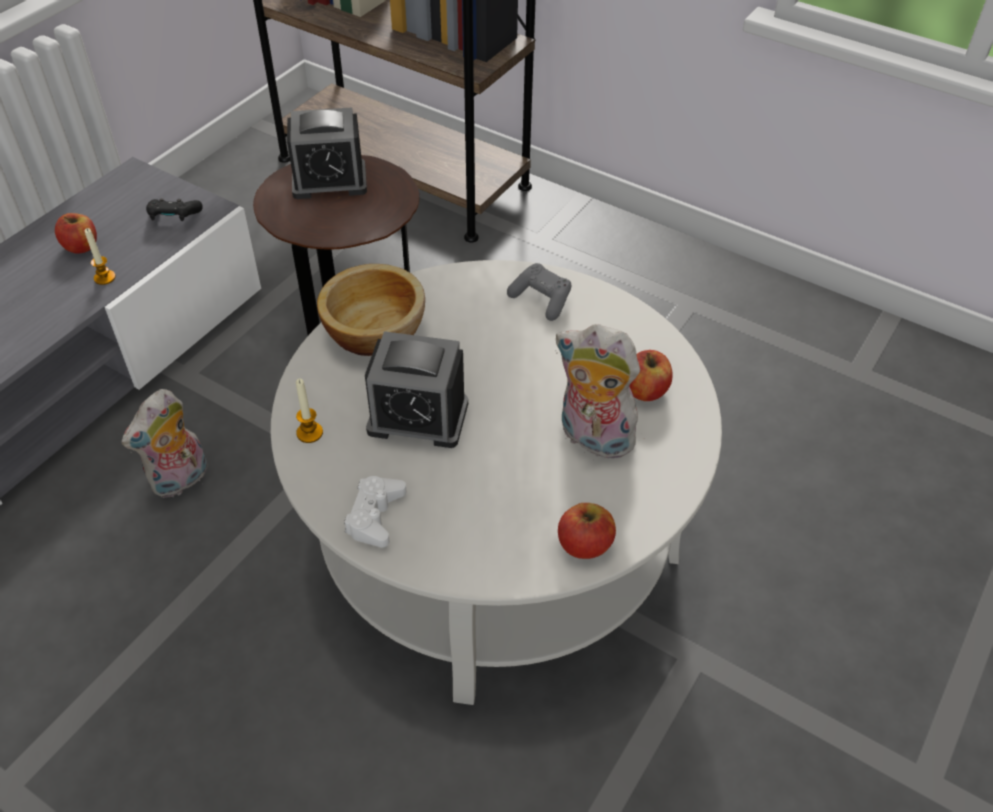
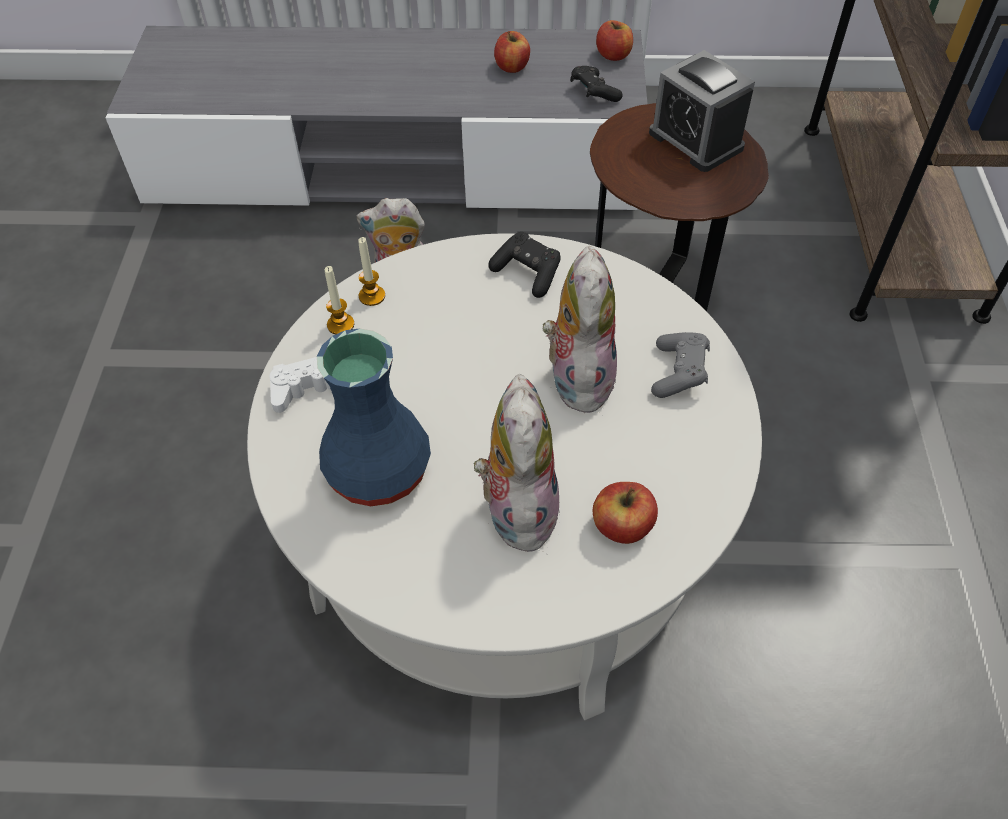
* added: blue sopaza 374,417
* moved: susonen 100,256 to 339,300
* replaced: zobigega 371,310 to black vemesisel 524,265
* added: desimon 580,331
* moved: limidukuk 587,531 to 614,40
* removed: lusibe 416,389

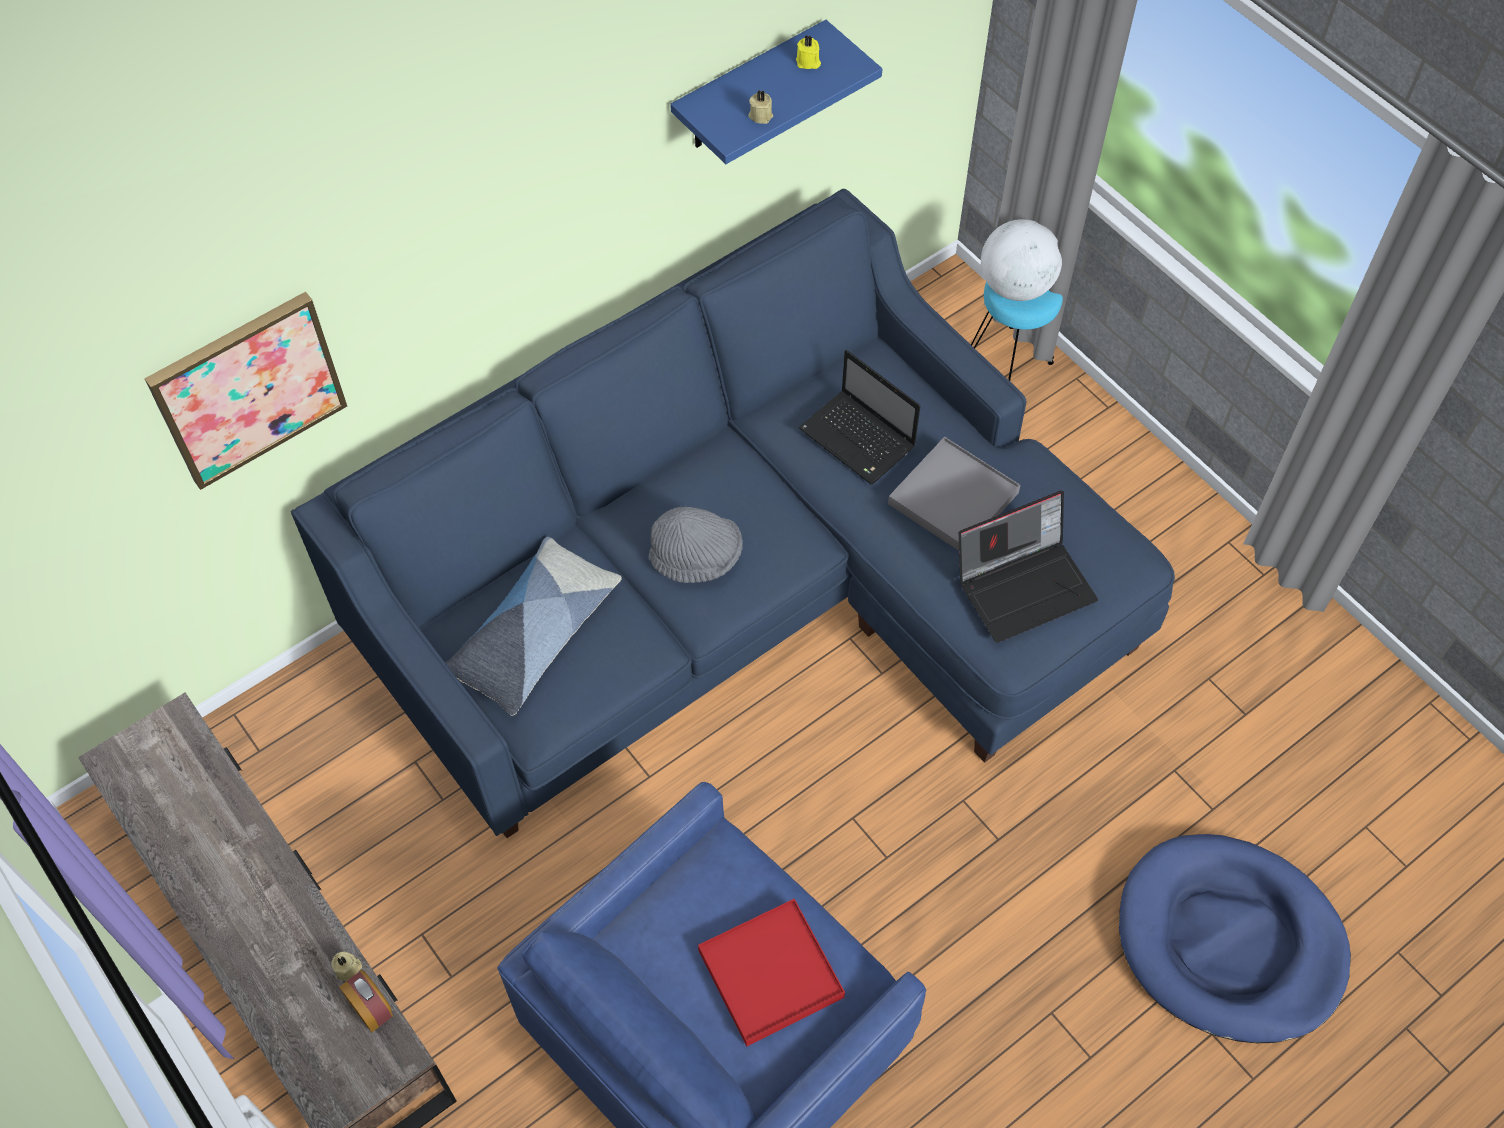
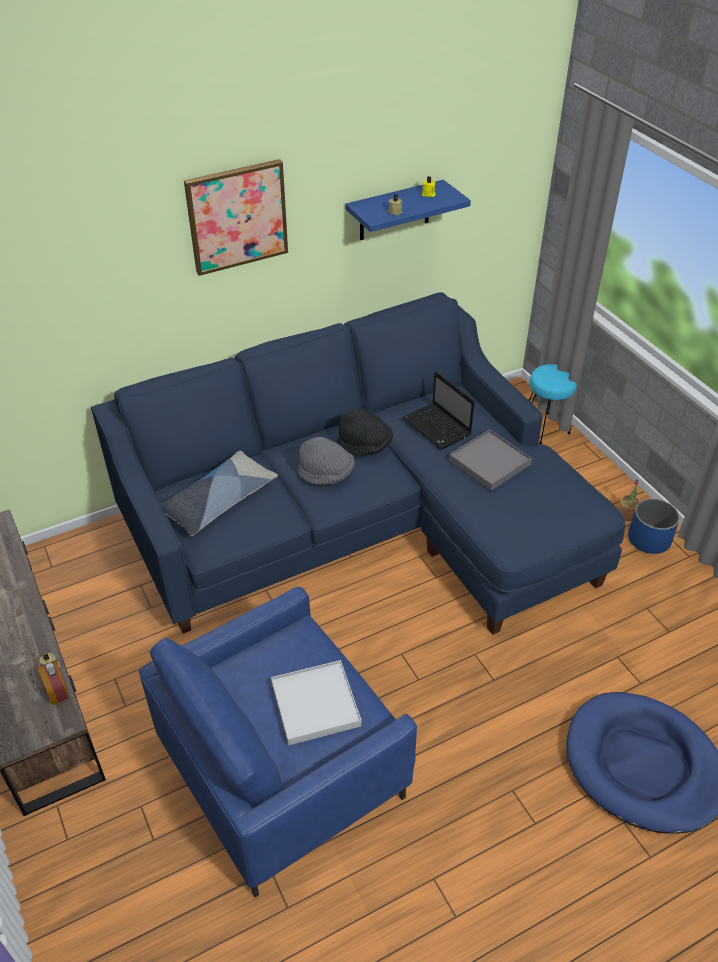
* moved: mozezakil 245,391 to 236,217
* recoloured: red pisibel 771,972 to white pisibel 316,702
* added: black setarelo 365,432
* added: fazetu 629,500
* added: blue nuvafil 654,526
* removed: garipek 1028,567
* removed: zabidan 1021,260

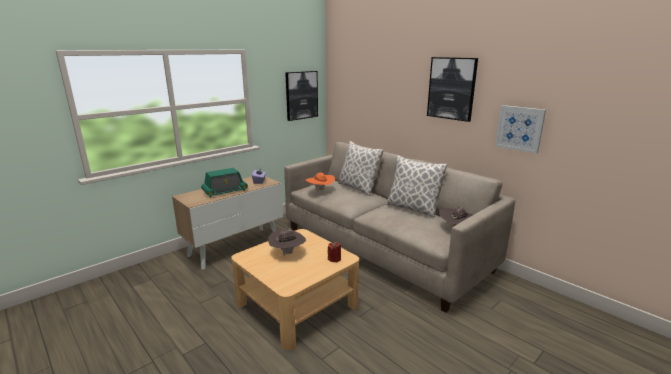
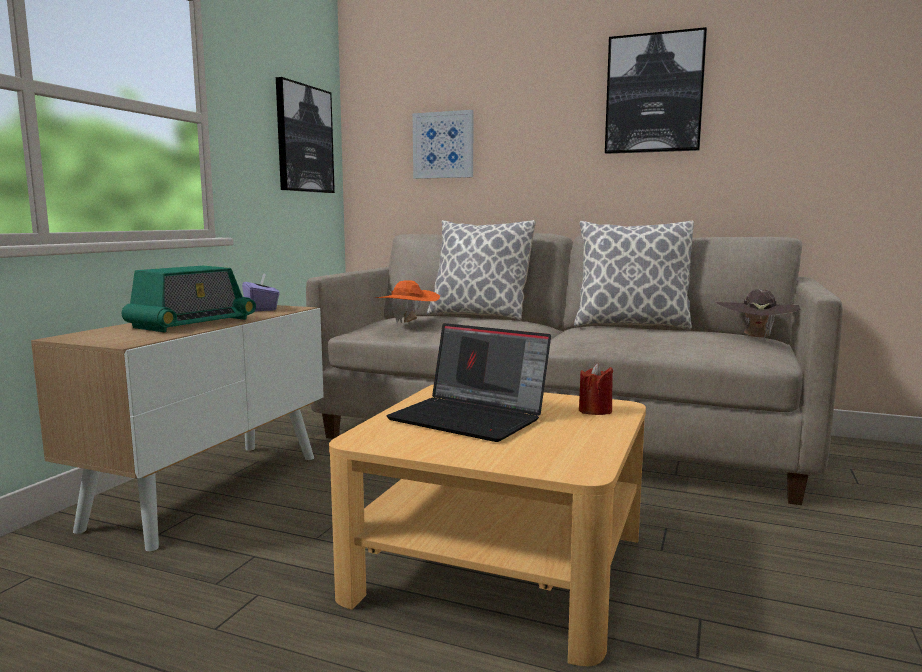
* replaced: brown setarelo 287,242 to garipek 469,382
* moved: mozezakil 520,129 to 443,144

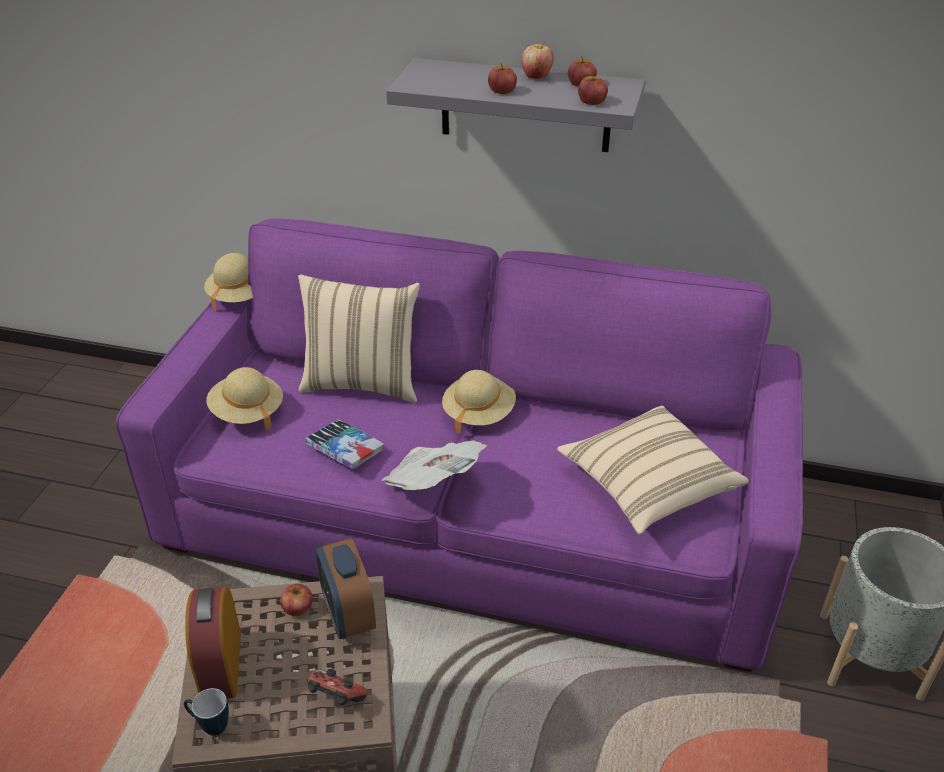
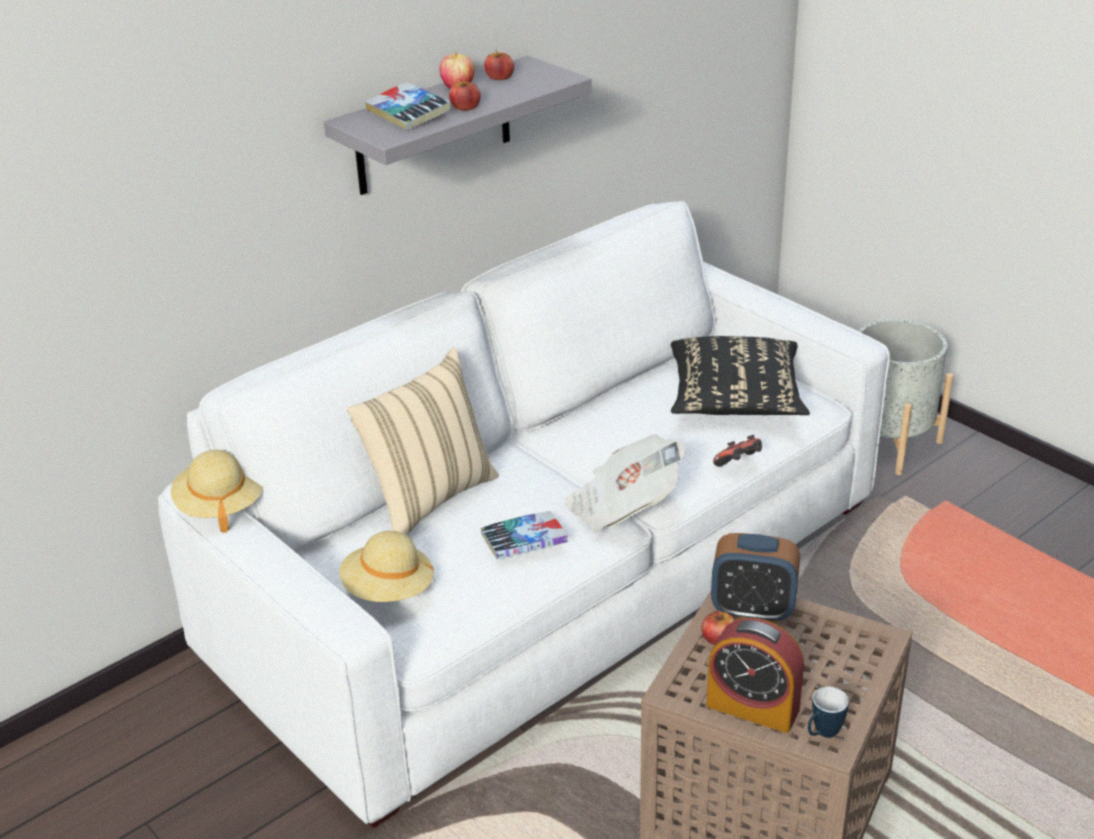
* recoloured: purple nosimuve 459,445 to white nosimuve 524,514
* added: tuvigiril 408,106
* recoloured: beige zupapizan 653,470 to black zupapizan 740,375
* moved: vemesisel 337,687 to 737,451
* removed: beige setarelo 479,402
* removed: limidukuk 593,89

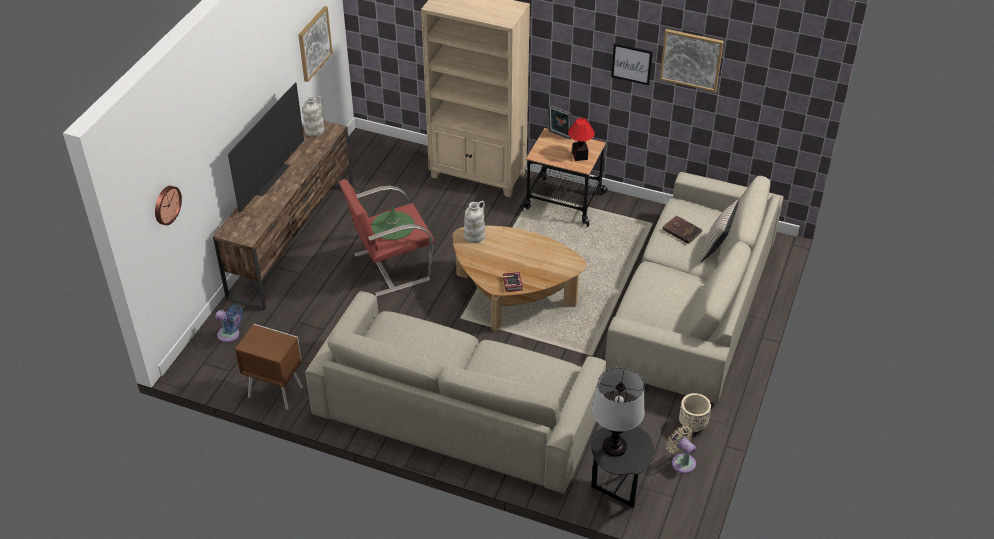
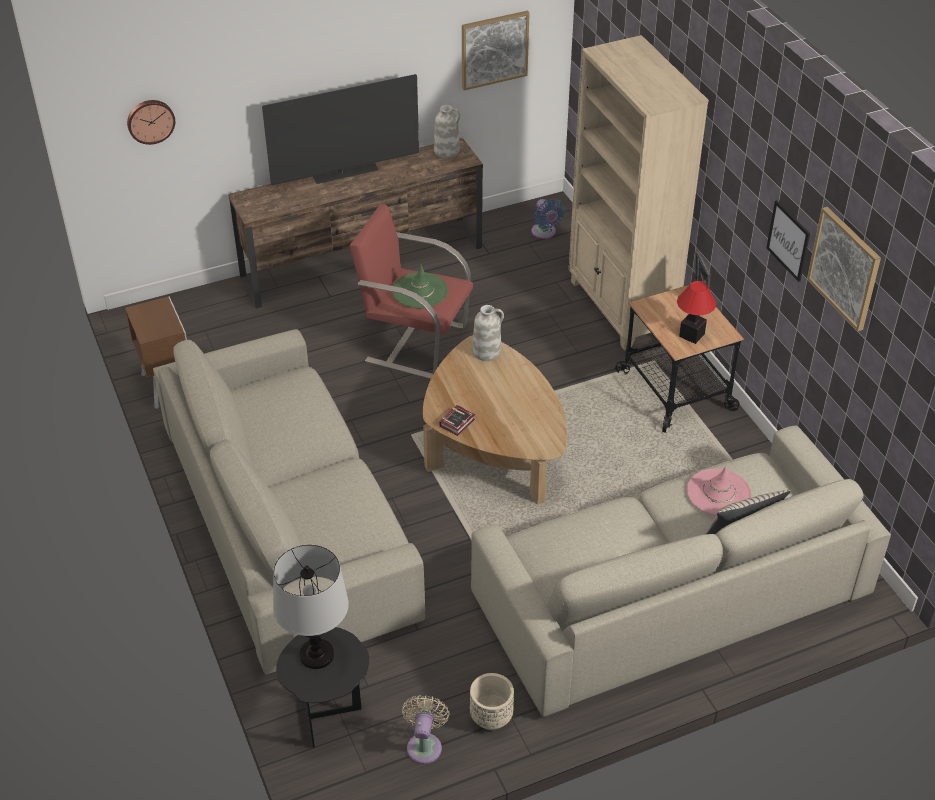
* moved: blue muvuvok 229,324 to 548,219
* replaced: brown tuvigiril 682,229 to pink setarelo 719,491

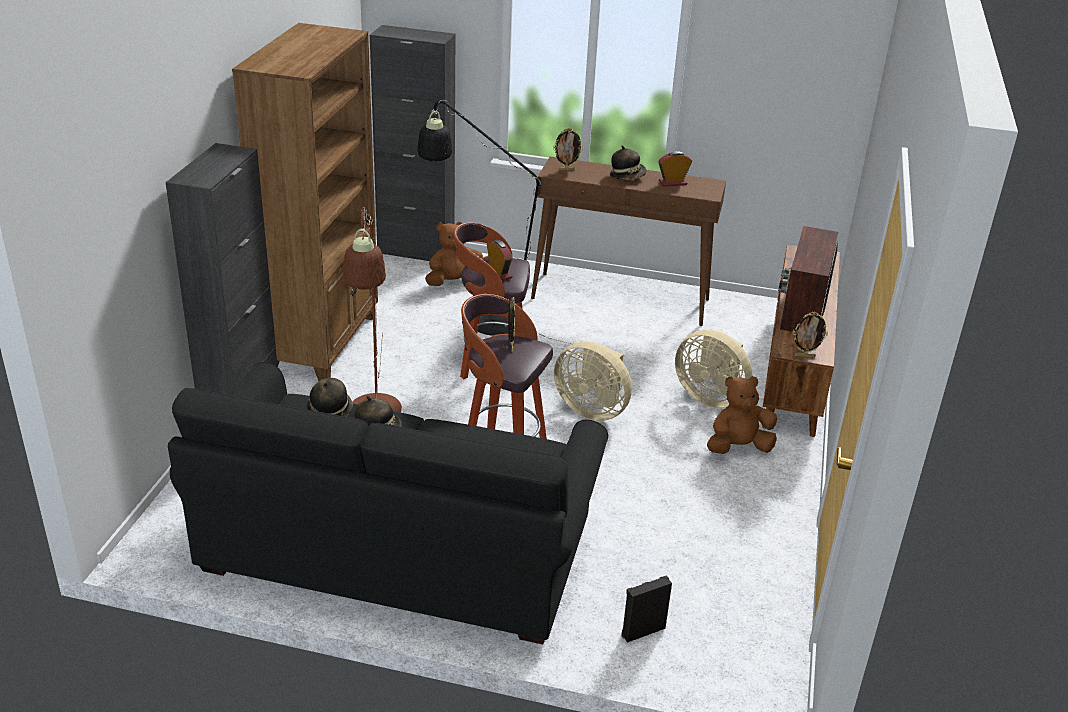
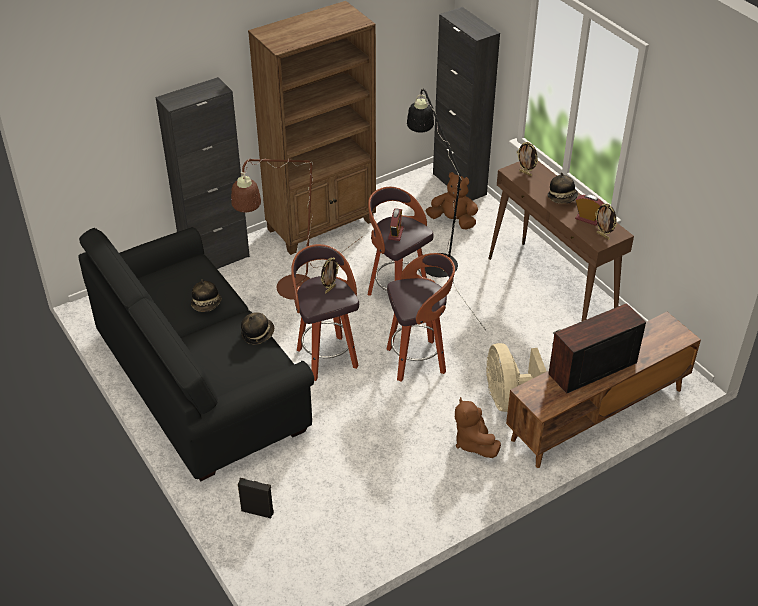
* moved: setarelo 330,397 to 257,328
* replaced: beige muvuvok 593,381 to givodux 420,317
* turned: brown desimon 742,415 = 478,427 135 degrees counterclockwise
* moved: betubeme 810,335 to 606,222

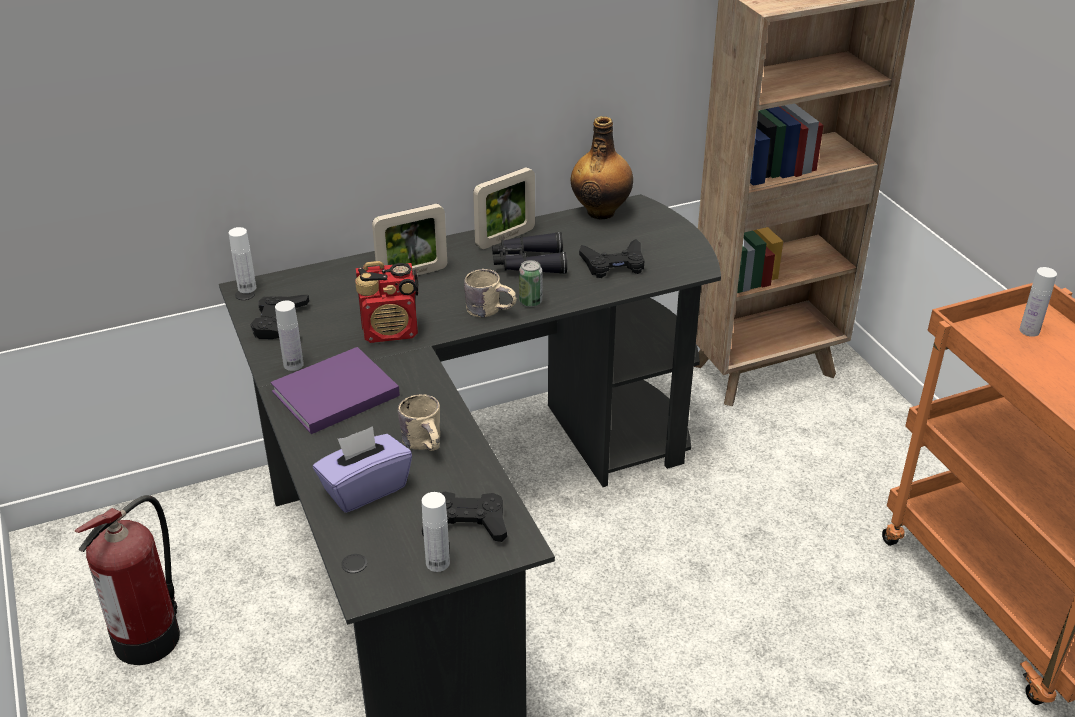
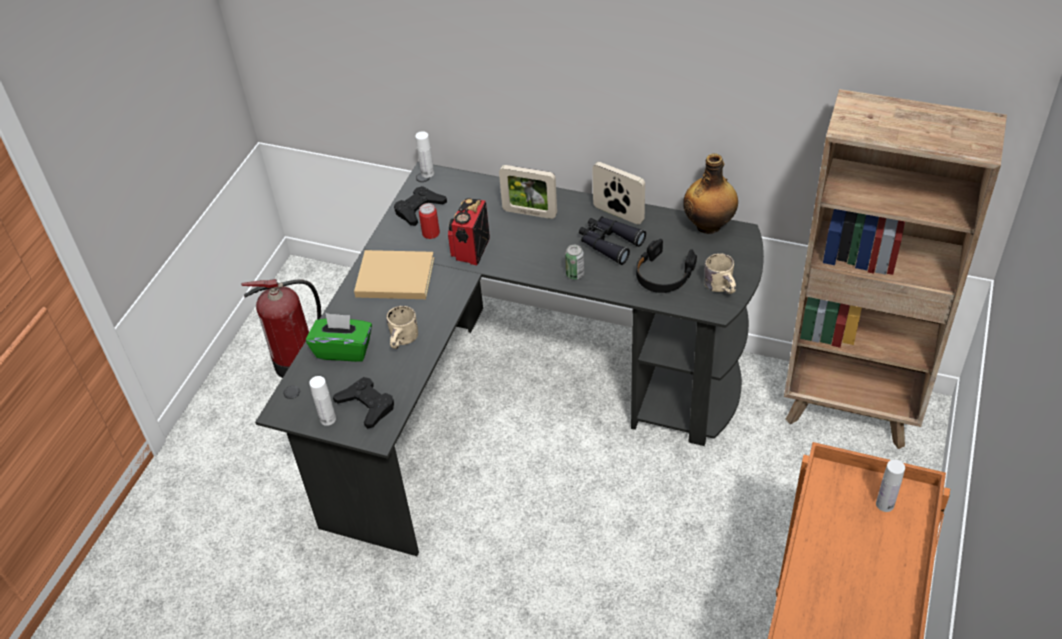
* recoloured: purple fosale 362,469 to green fosale 339,337
* recoloured: purple tuvigiril 335,390 to beige tuvigiril 394,274
* added: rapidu 429,221
* turned: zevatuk 386,302 = 469,231 75 degrees clockwise
* turned: betubeme 504,208 = 618,193 150 degrees counterclockwise
* replaced: black vemesisel 611,258 to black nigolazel 666,266
* moved: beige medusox 490,293 to 720,273
* removed: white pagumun 289,336

